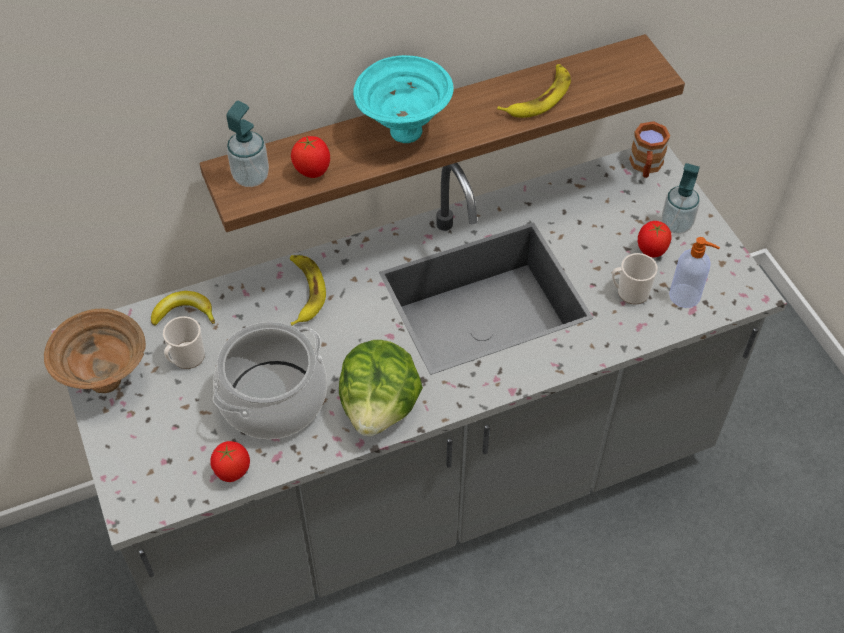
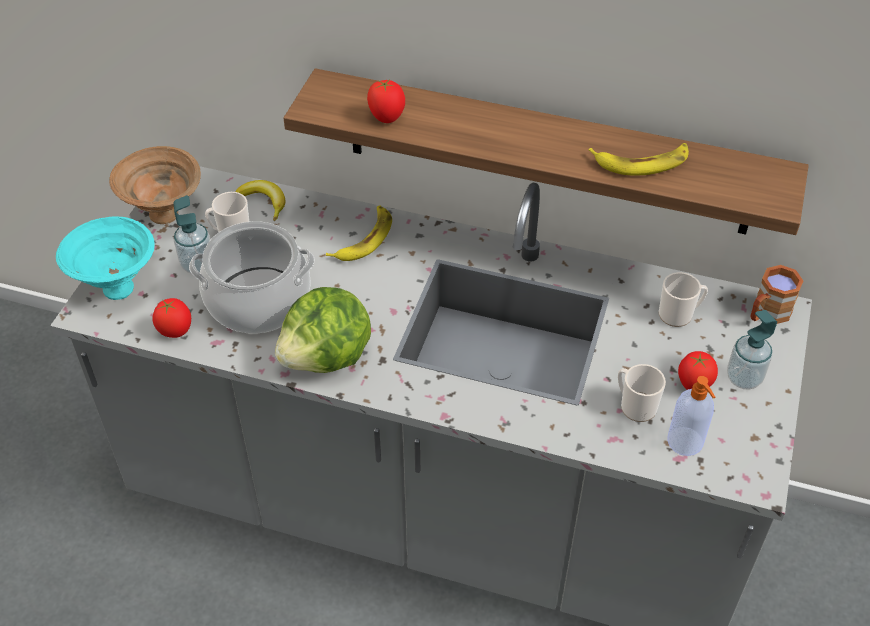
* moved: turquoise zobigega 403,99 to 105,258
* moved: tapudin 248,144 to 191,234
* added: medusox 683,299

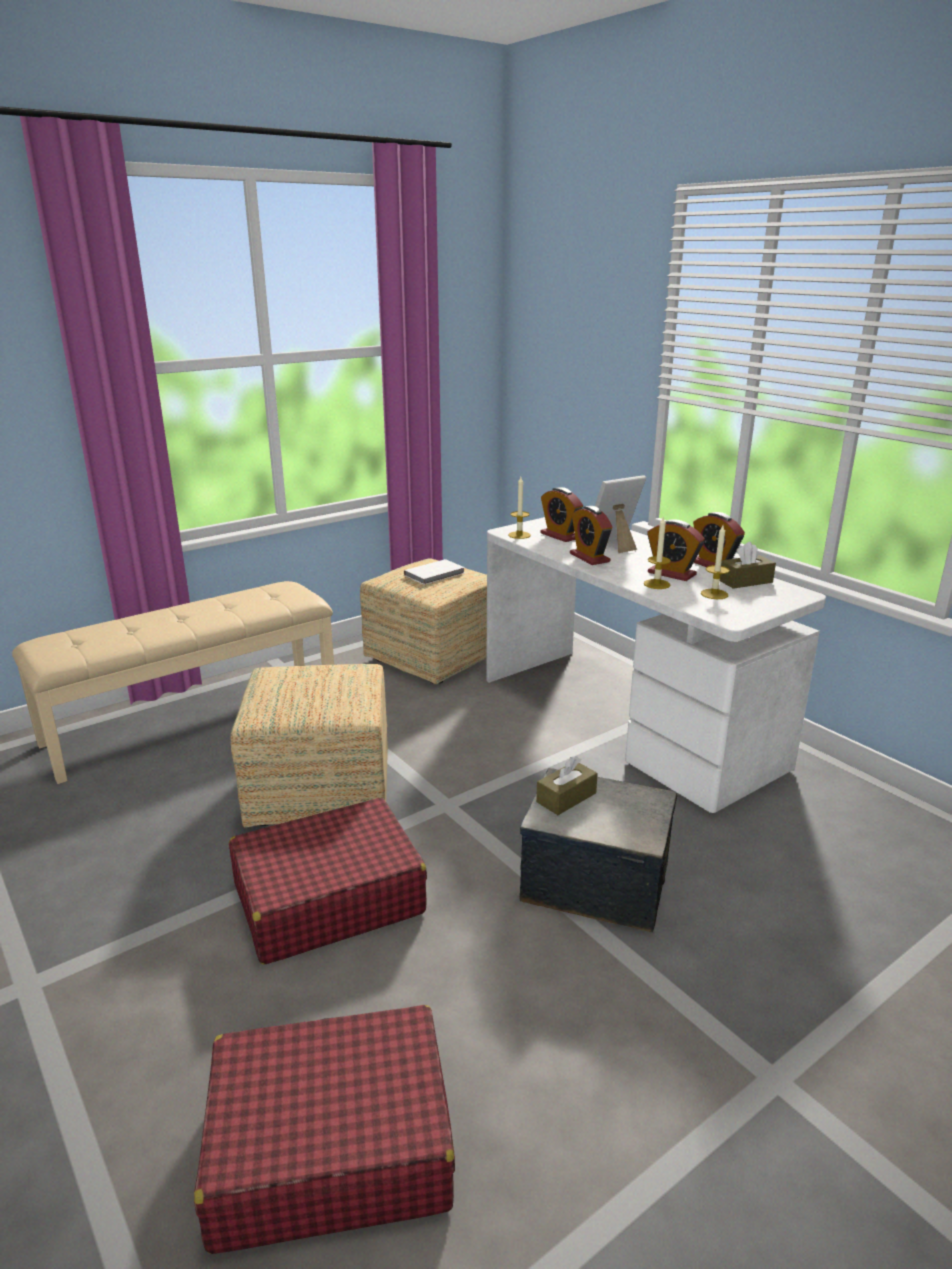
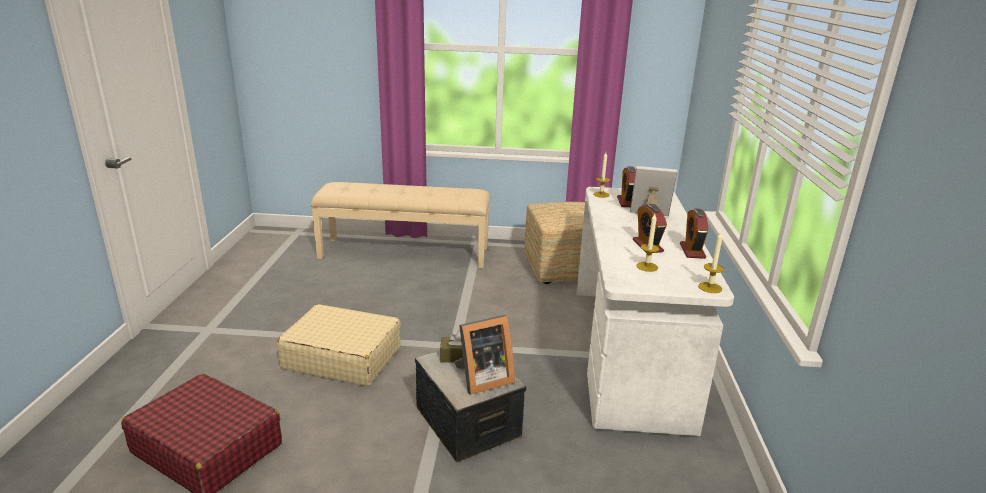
* recoloured: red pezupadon 328,881 to beige pezupadon 339,345
* added: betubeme 484,355
* moved: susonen 657,553 to 711,262
* removed: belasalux 309,745
* removed: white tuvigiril 434,572
* removed: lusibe 591,535
* removed: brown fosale 748,565

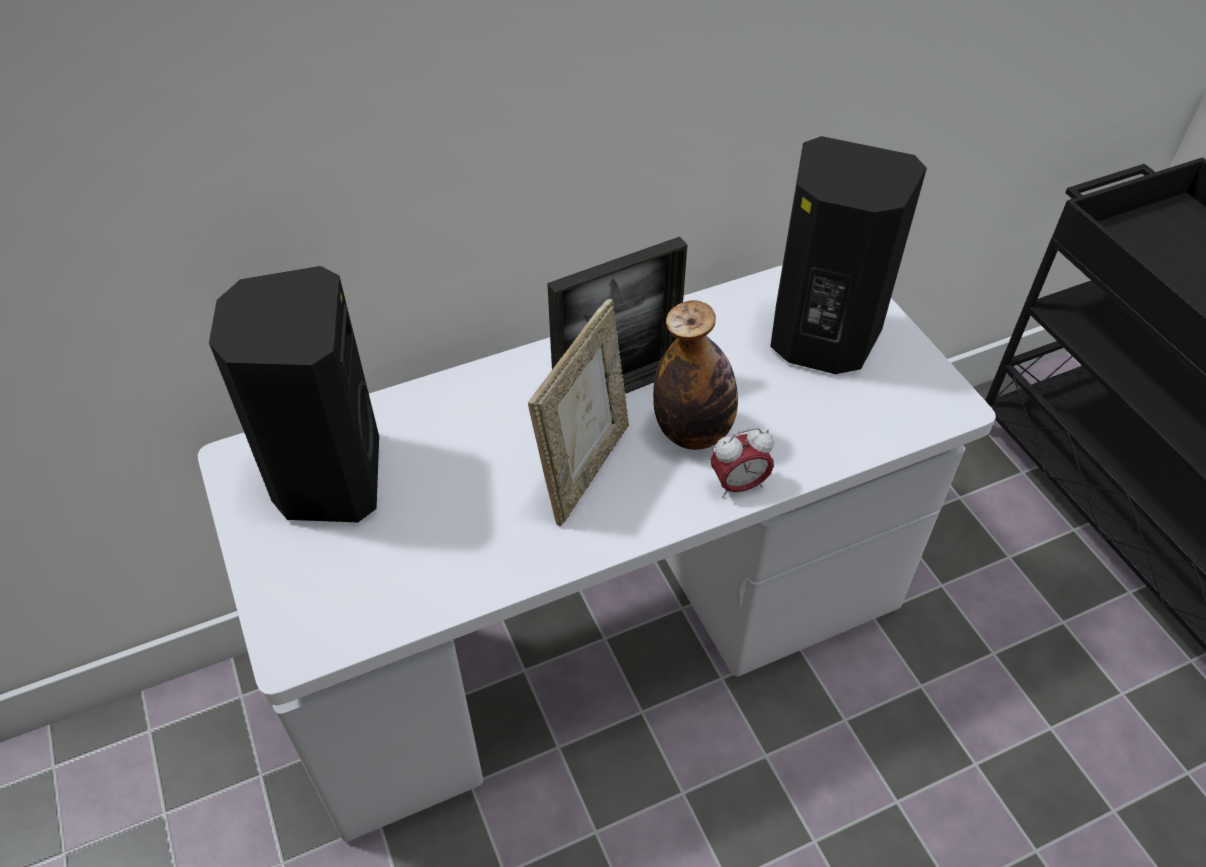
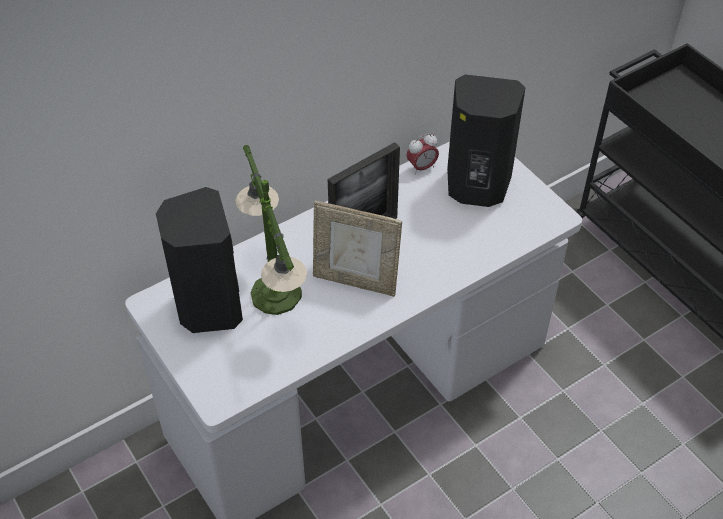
* added: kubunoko 271,230
* turned: betubeme 578,413 = 357,248 90 degrees clockwise
* moved: lusibe 742,462 to 422,154
* removed: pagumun 695,375

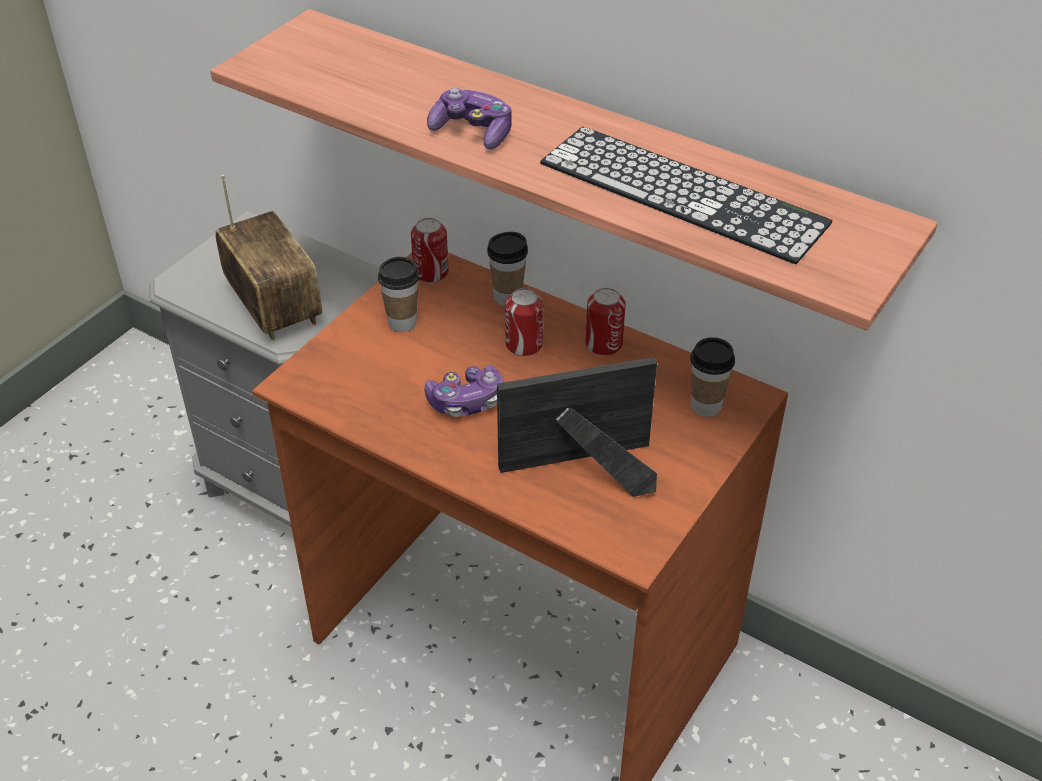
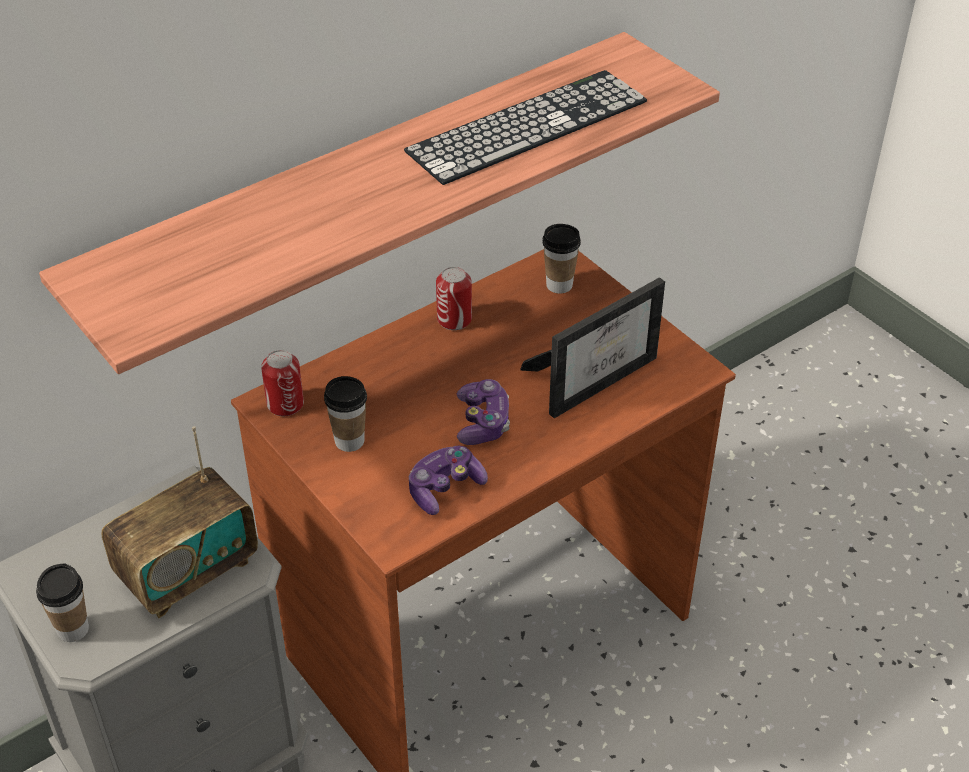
* moved: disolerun 507,269 to 62,603
* turned: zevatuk 268,257 = 180,522 150 degrees clockwise
* moved: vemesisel 469,118 to 448,480
* turned: betubeme 577,427 = 592,347 135 degrees counterclockwise
* removed: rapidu 524,322

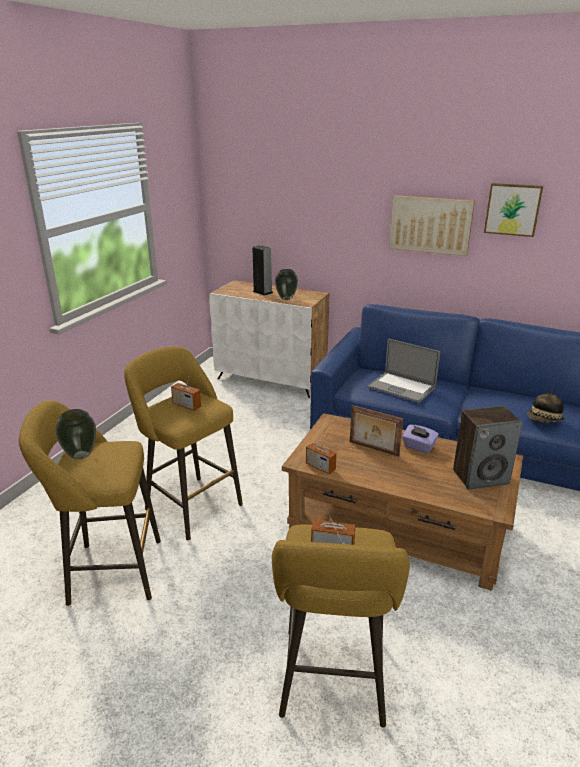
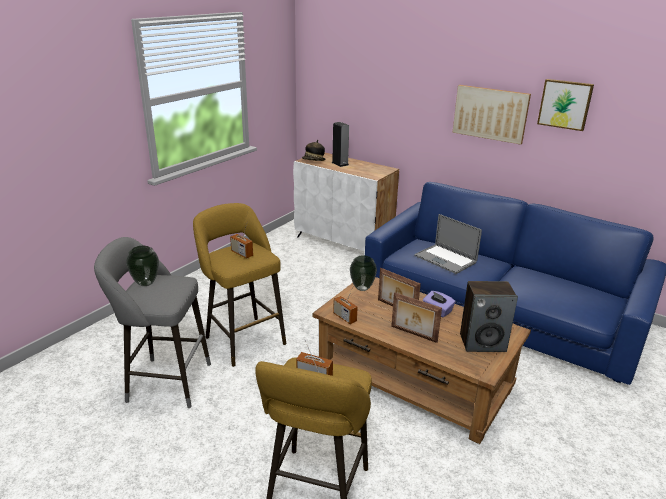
* recoloured: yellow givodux 90,503 to grey givodux 152,322
* moved: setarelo 545,406 to 314,150
* moved: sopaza 286,284 to 363,273
* added: betubeme 416,317

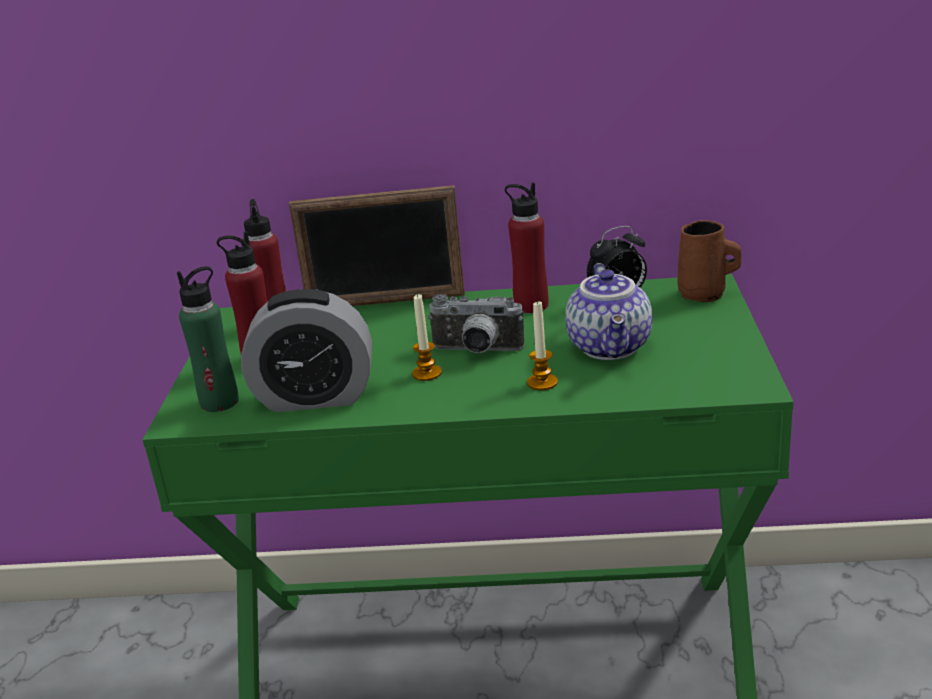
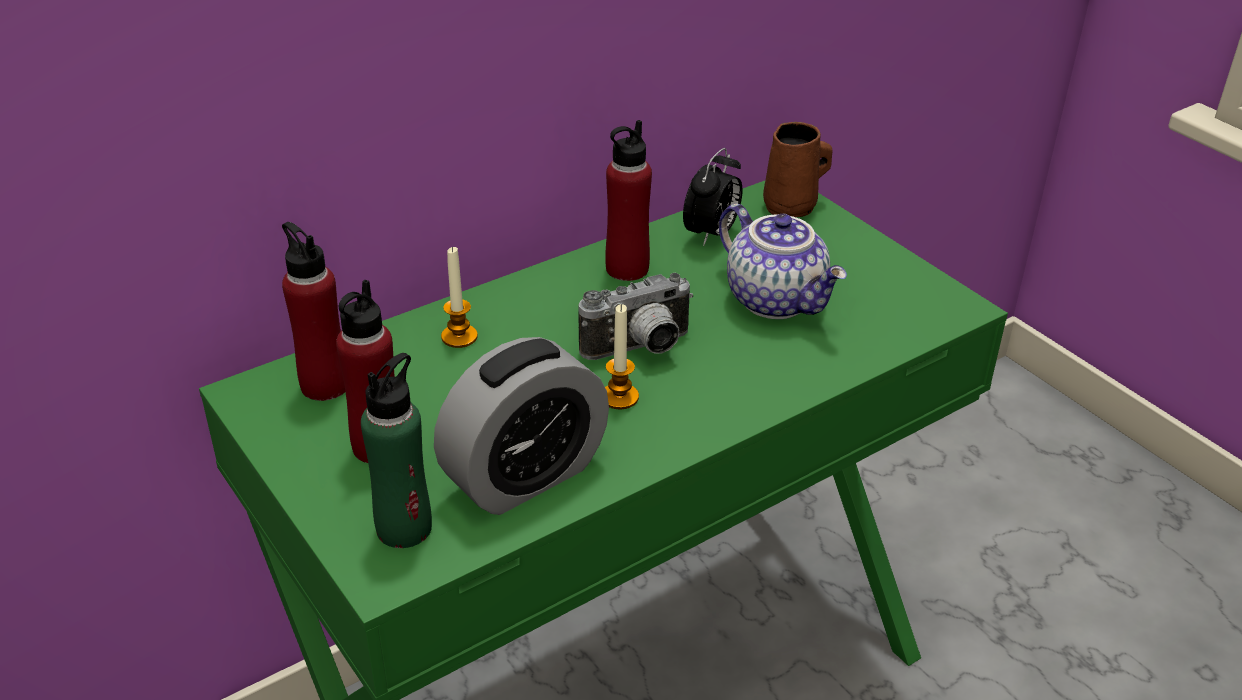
* moved: susonen 542,345 to 459,297
* removed: betubeme 377,245

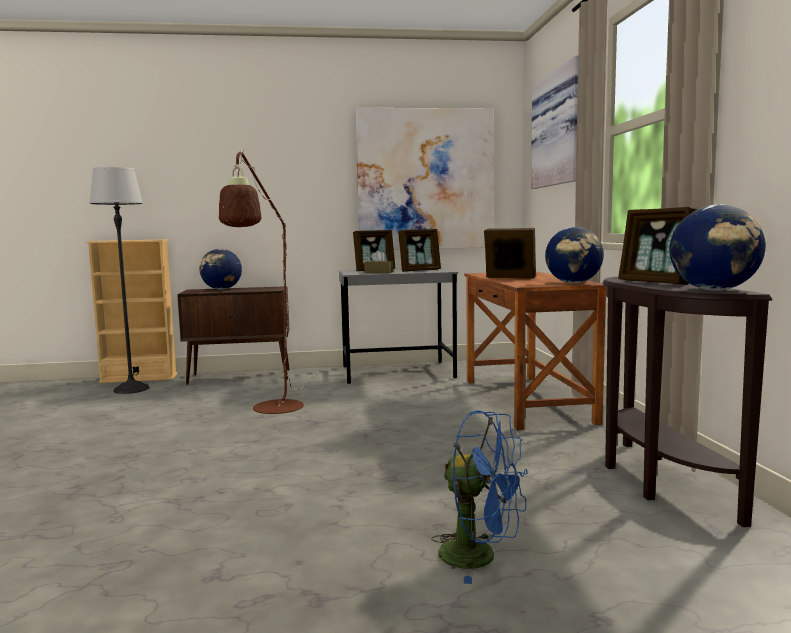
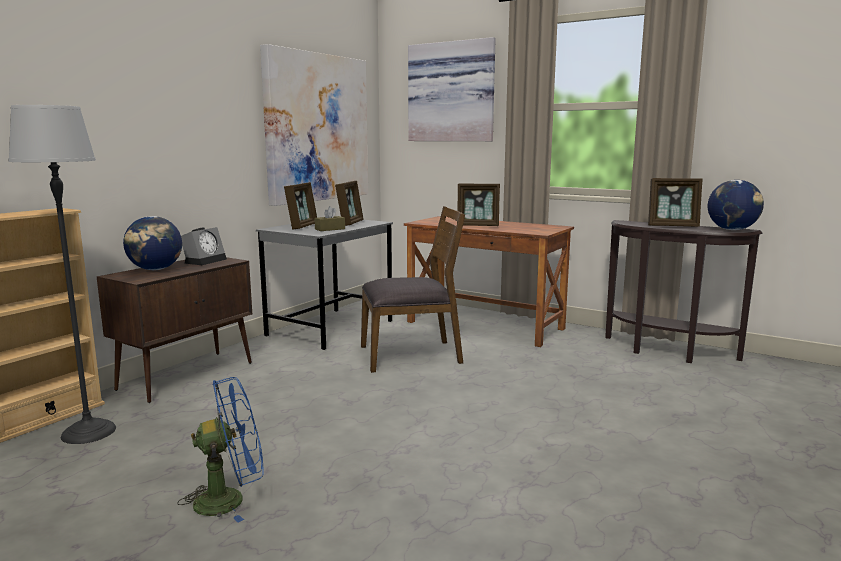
* moved: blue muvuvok 480,497 to 220,449
* added: lusibe 204,246
* added: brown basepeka 413,289
* turned: betubeme 510,253 = 478,204 150 degrees counterclockwise
* removed: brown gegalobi 267,281
* removed: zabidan 574,255

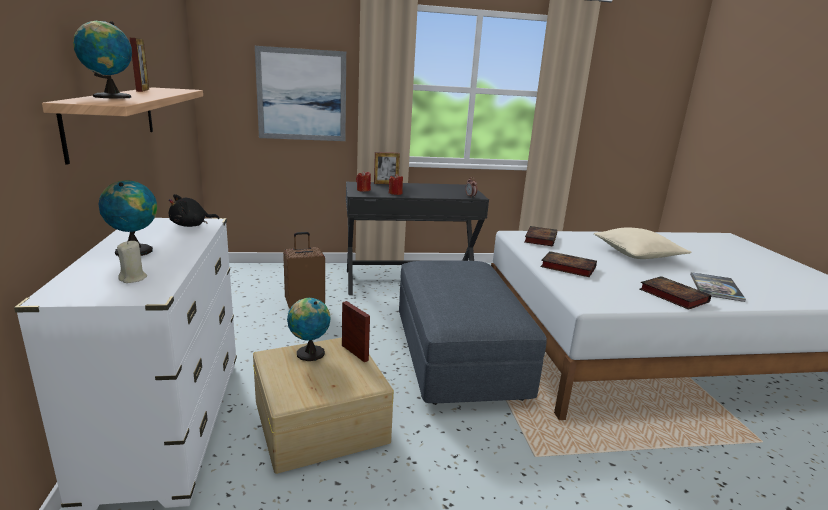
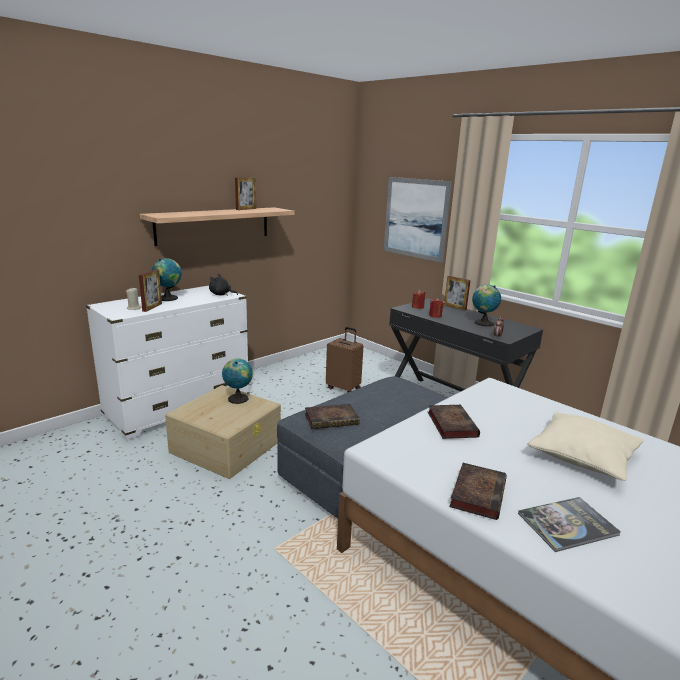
* moved: betubeme 356,331 to 150,290
* moved: tuvigiril 540,236 to 332,416
* moved: zabidan 102,60 to 486,305

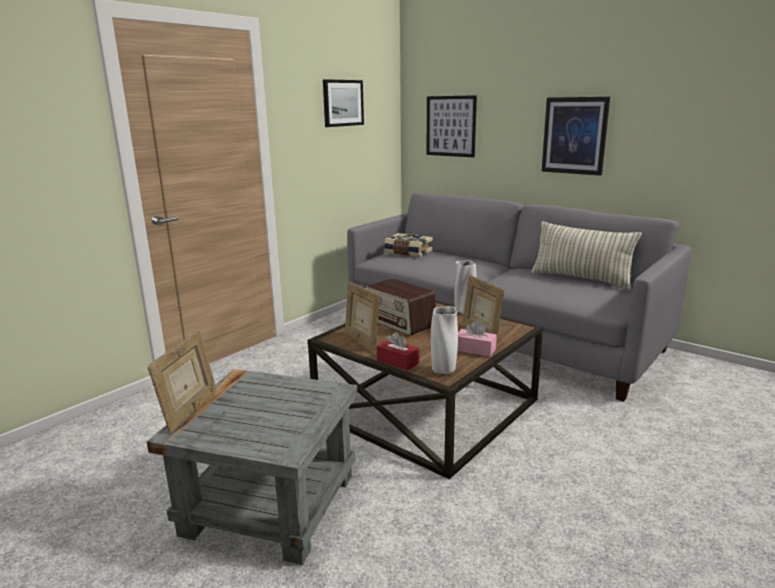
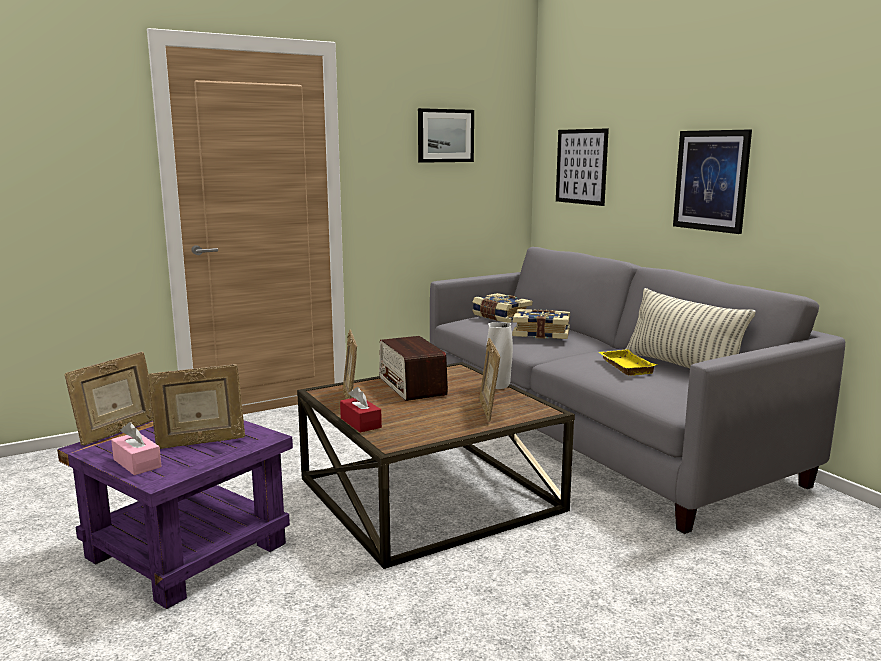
* recoloured: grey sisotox 252,467 to purple sisotox 175,514
* moved: pink fosale 477,339 to 136,448
* added: betubeme 196,406
* added: tuvigiril 541,324
* added: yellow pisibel 628,362
* removed: white sopaza 444,340

